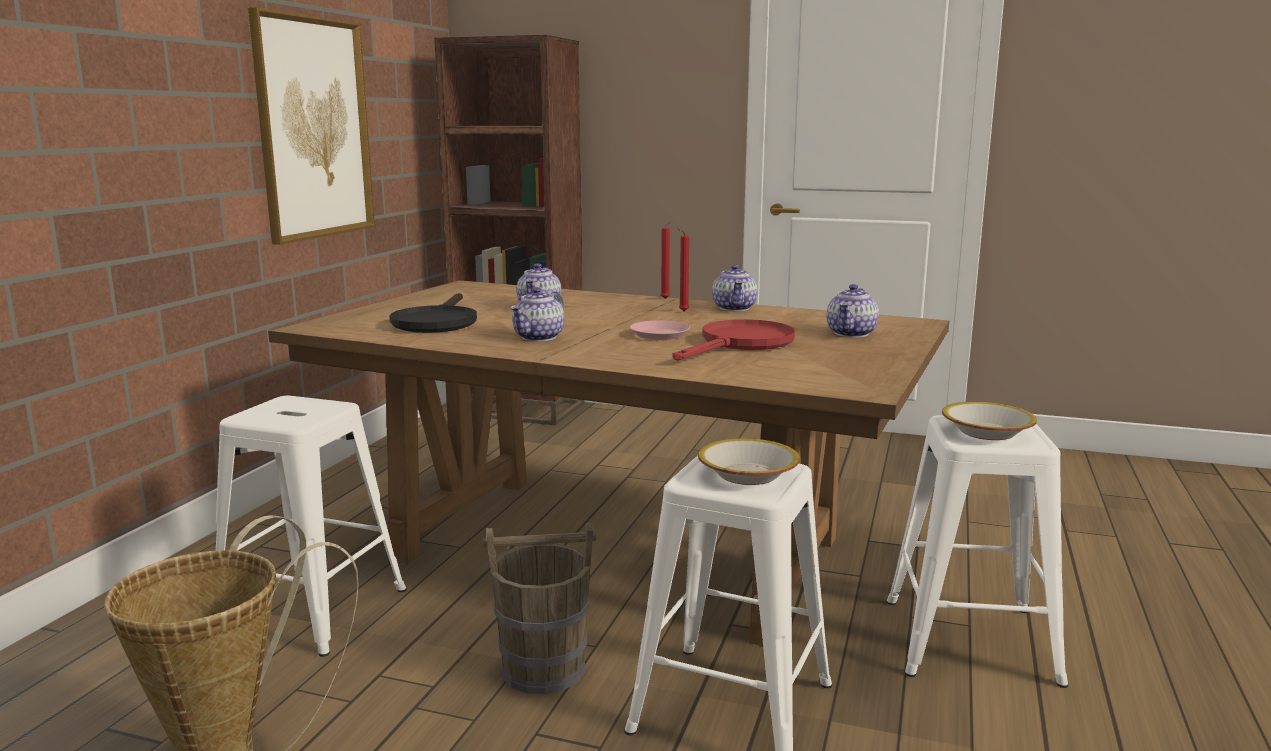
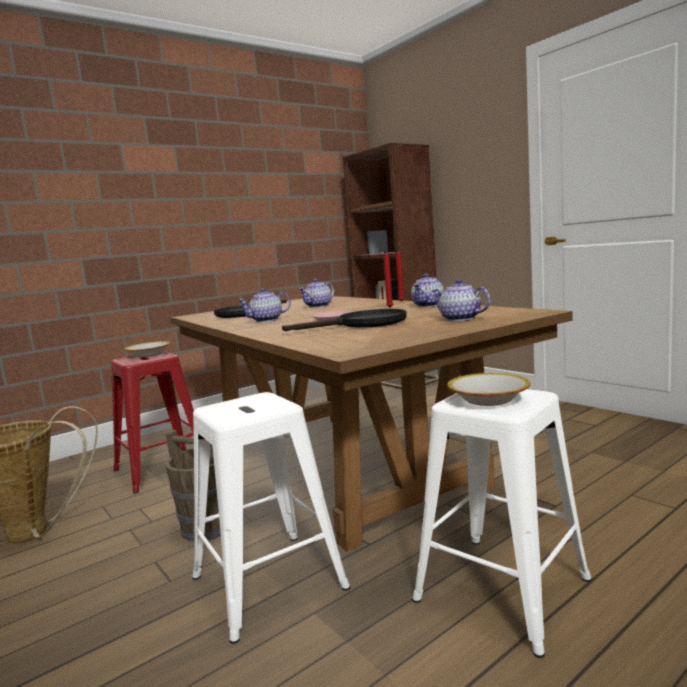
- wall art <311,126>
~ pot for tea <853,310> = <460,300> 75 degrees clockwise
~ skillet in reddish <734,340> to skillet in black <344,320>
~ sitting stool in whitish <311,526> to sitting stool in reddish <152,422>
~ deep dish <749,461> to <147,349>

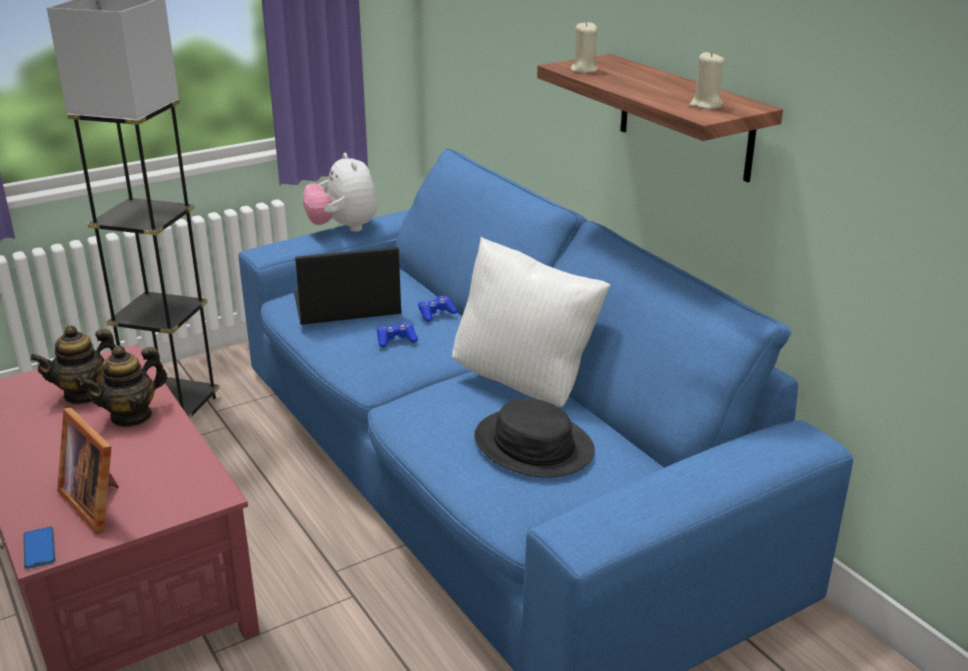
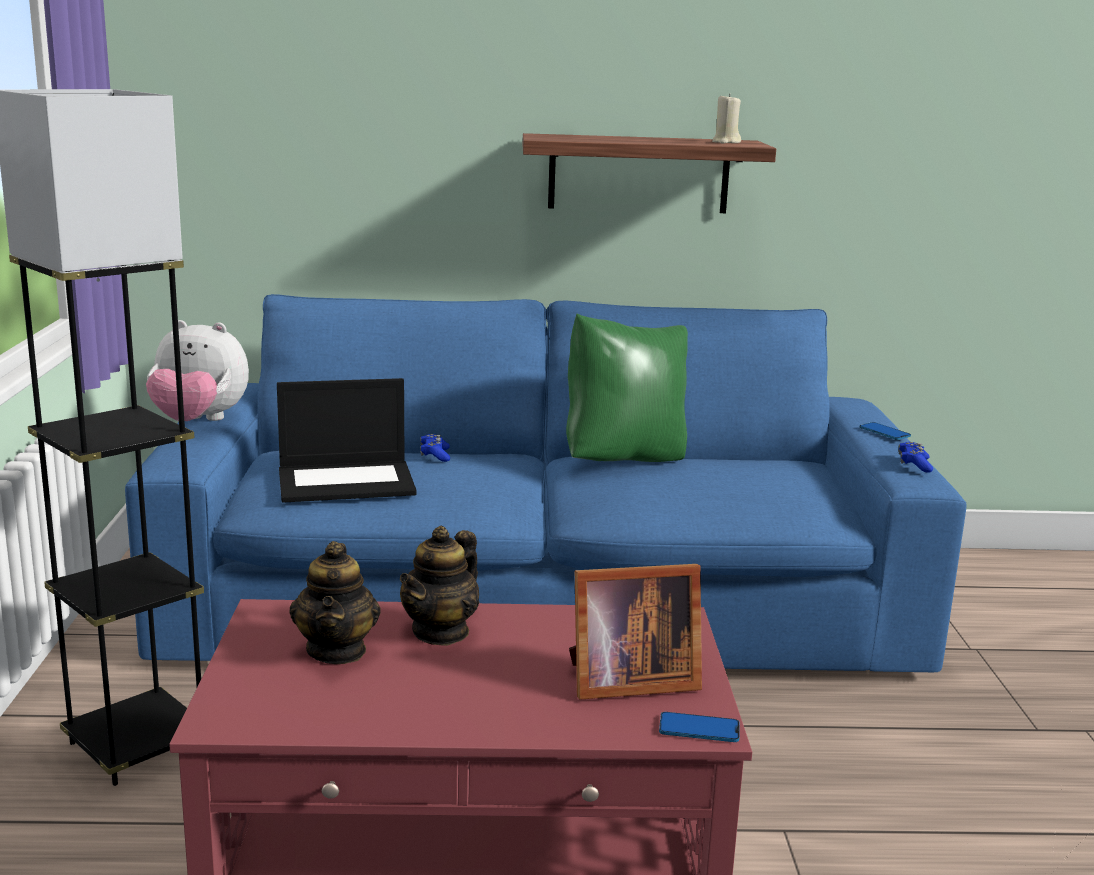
- candle in sand-coloured <584,47>
~ cushion in whitish <531,322> to cushion in green <627,388>
~ laptop <348,286> = <347,440> 120 degrees counterclockwise
~ joypad in blue <397,335> to <915,457>
~ pot for tea <123,387> = <439,586> 45 degrees clockwise
- wearable hat in black <534,438>
+ handset <885,431>

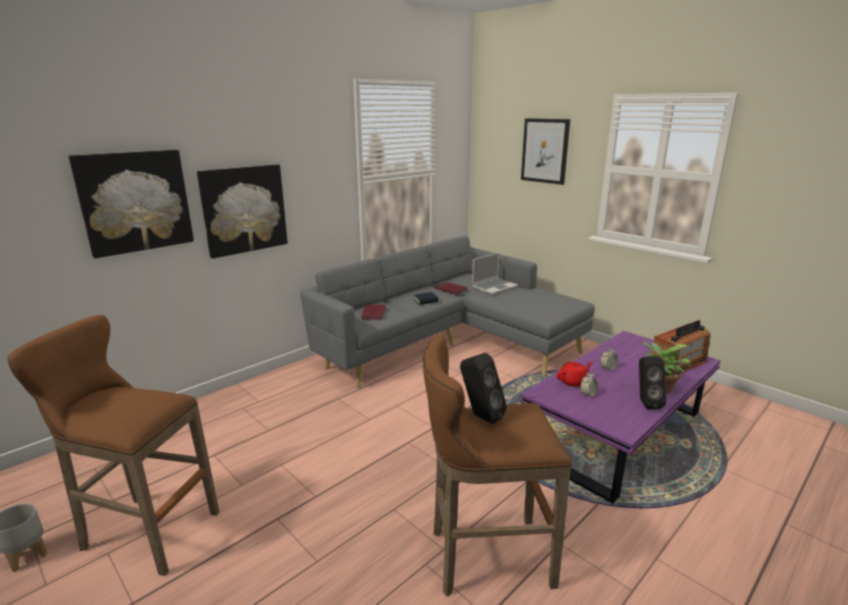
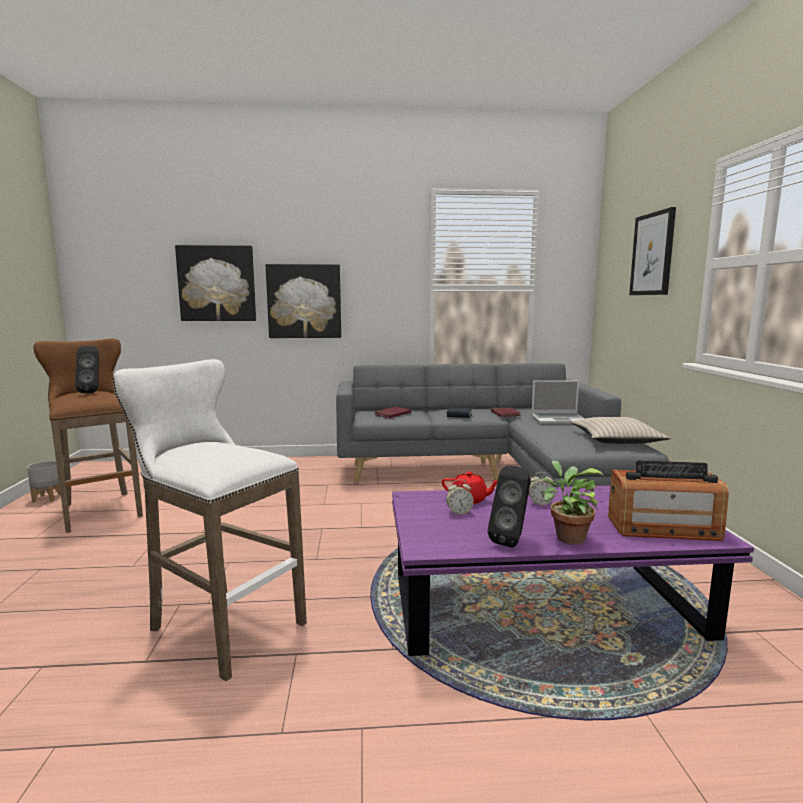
~ sitting stool in brown-coloured <497,465> to sitting stool in whitish <209,520>
~ audio speaker in black <483,388> to <87,369>
+ cushion in sand-coloured <621,430>

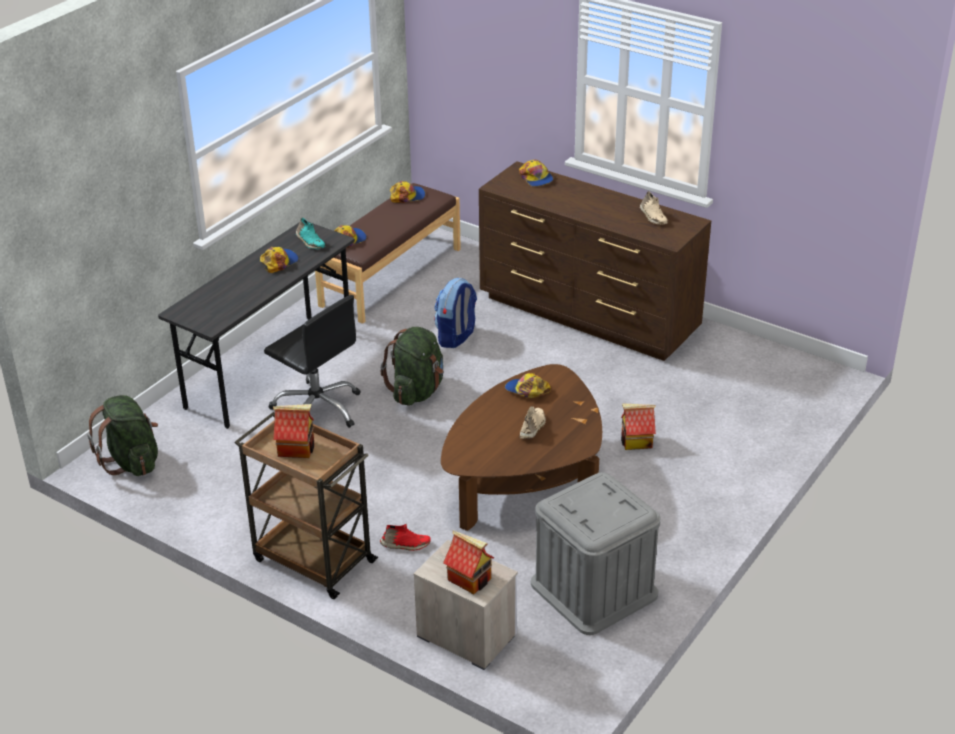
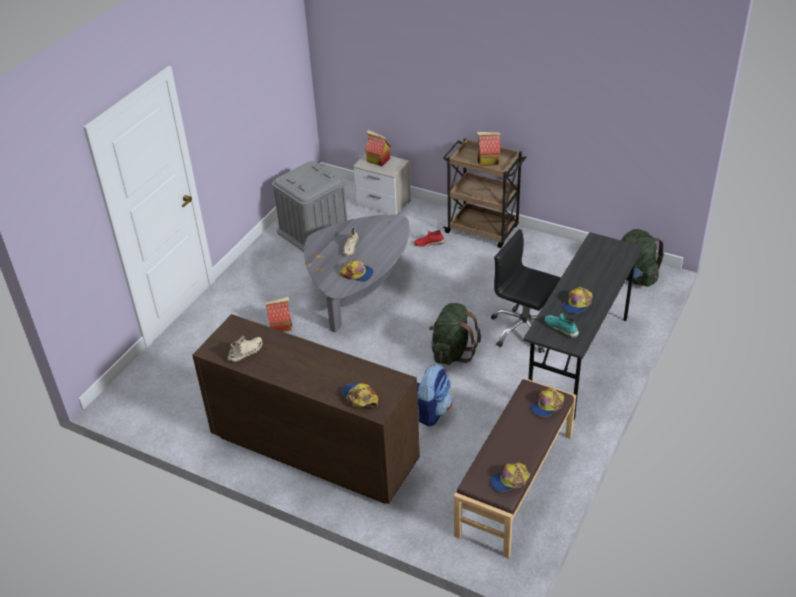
~ shoe in sand-coloured <654,208> = <245,349> 75 degrees clockwise
~ low table in brown-coloured <521,447> to low table in grey <357,273>

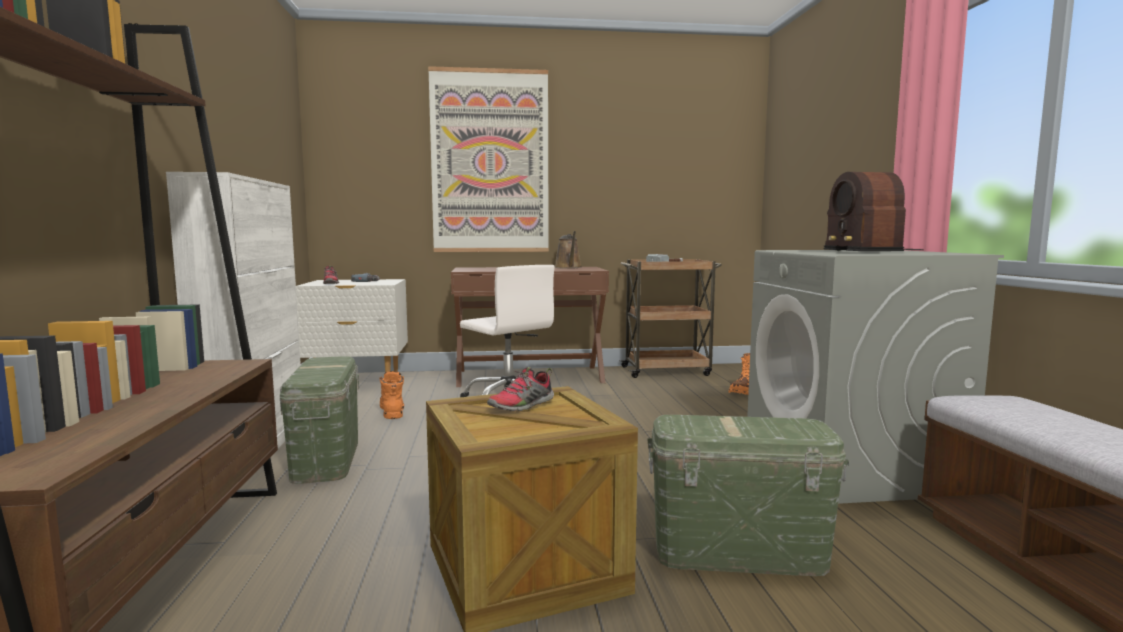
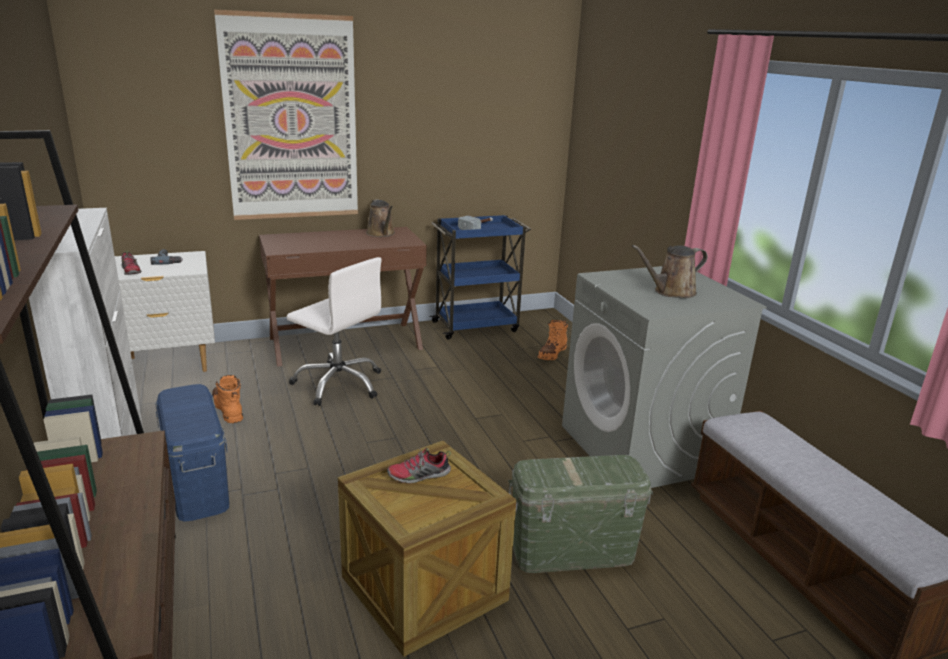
~ radio receiver <873,211> to watering pot in brown-coloured <670,271>
~ trolley in brown-coloured <670,318> to trolley in blue <480,277>
~ storage bin in green <319,420> to storage bin in blue <192,453>
~ shoe <520,389> = <419,465> 45 degrees clockwise

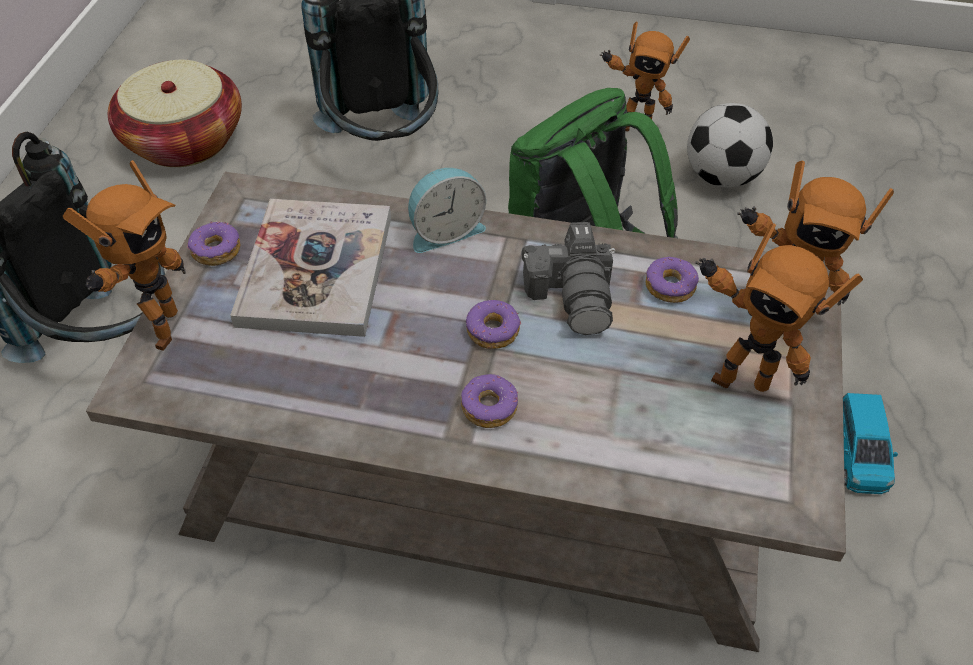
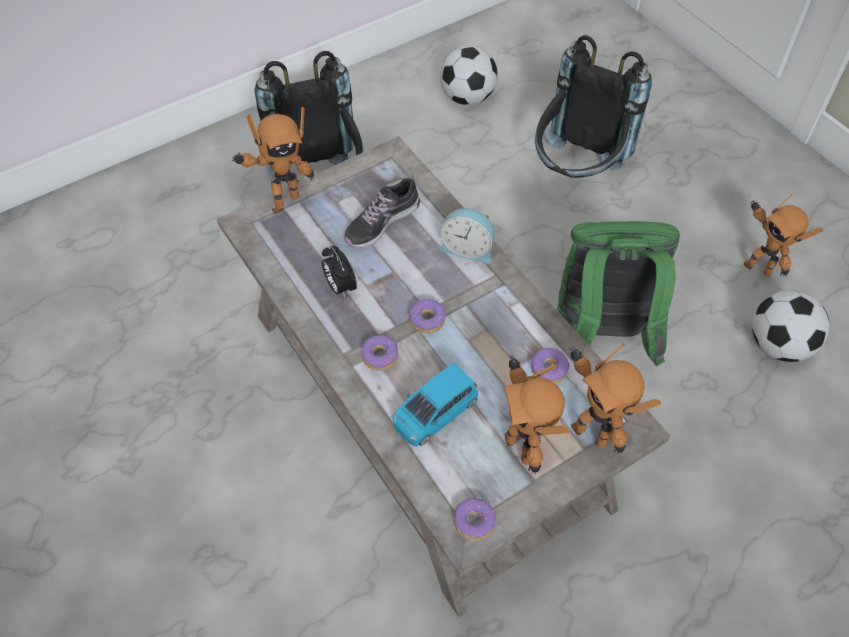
~ household basket <175,113> to football <469,75>
~ volume <310,268> to shoe <382,211>
~ ring doughnut <213,243> to <475,519>
- still camera <568,278>
~ toy car in blue <870,443> to <435,405>
+ alarm clock <339,272>

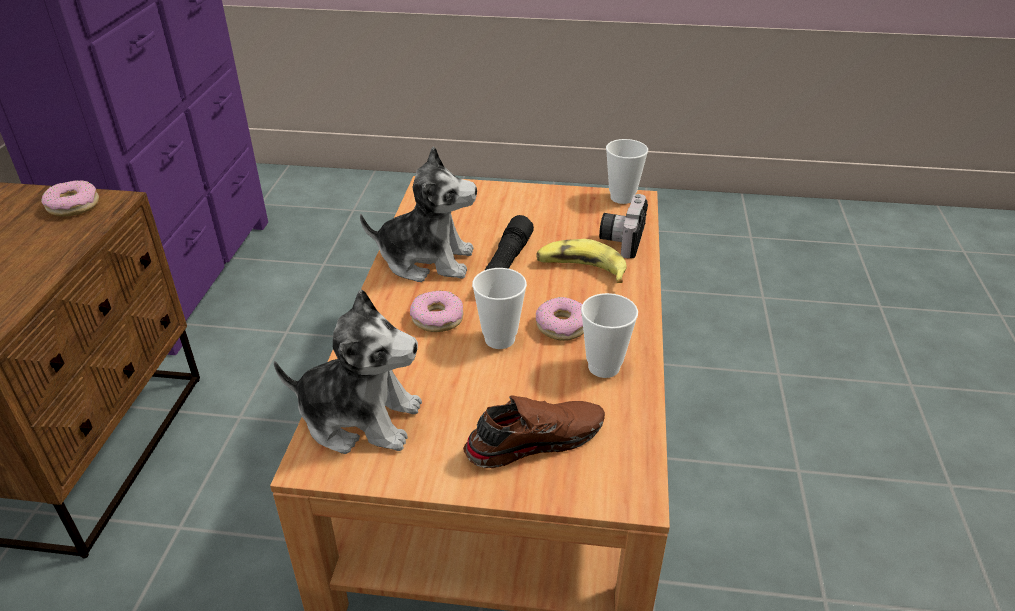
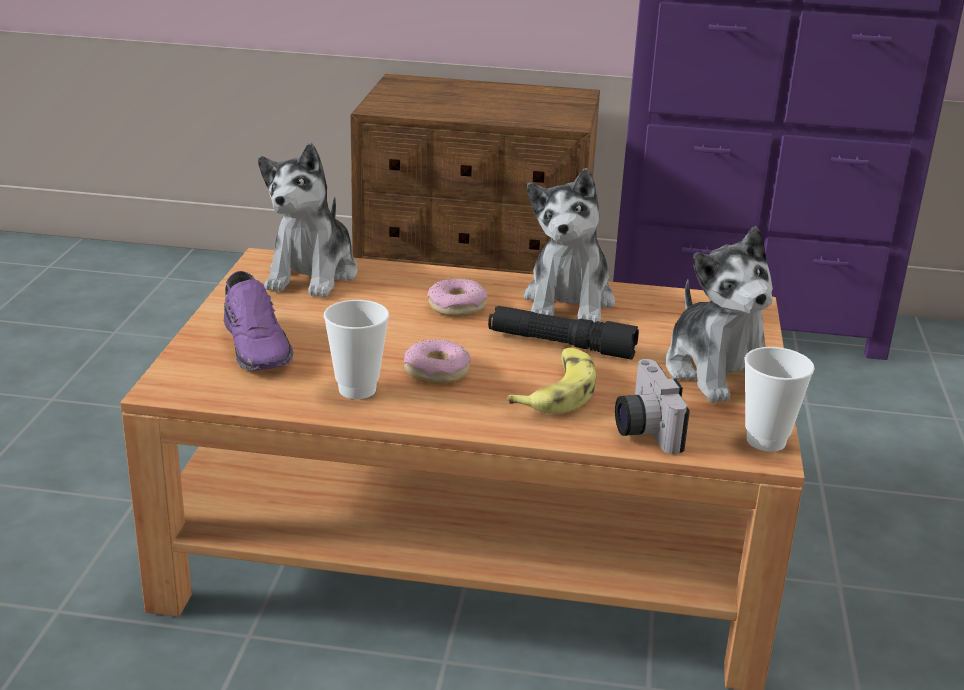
- ring doughnut <70,198>
~ still camera <623,226> = <652,406> 120 degrees counterclockwise
- small cup <499,308>
~ shoe in brown-coloured <534,431> to shoe in purplish <258,321>
+ soft toy <719,314>

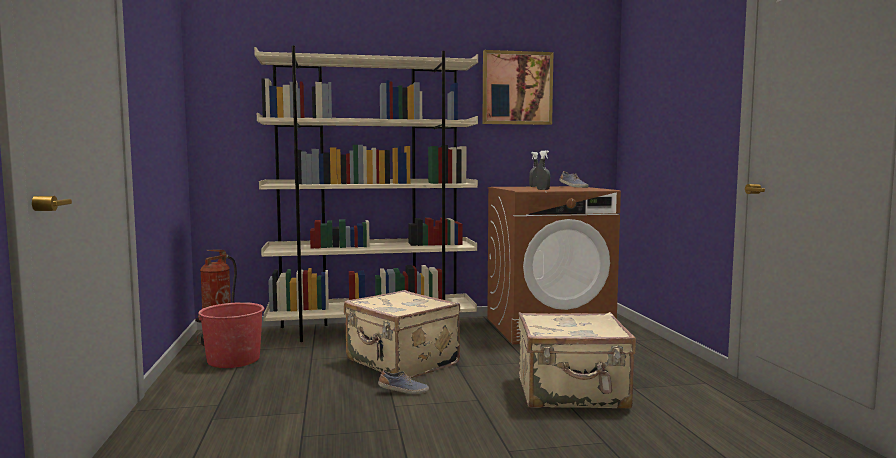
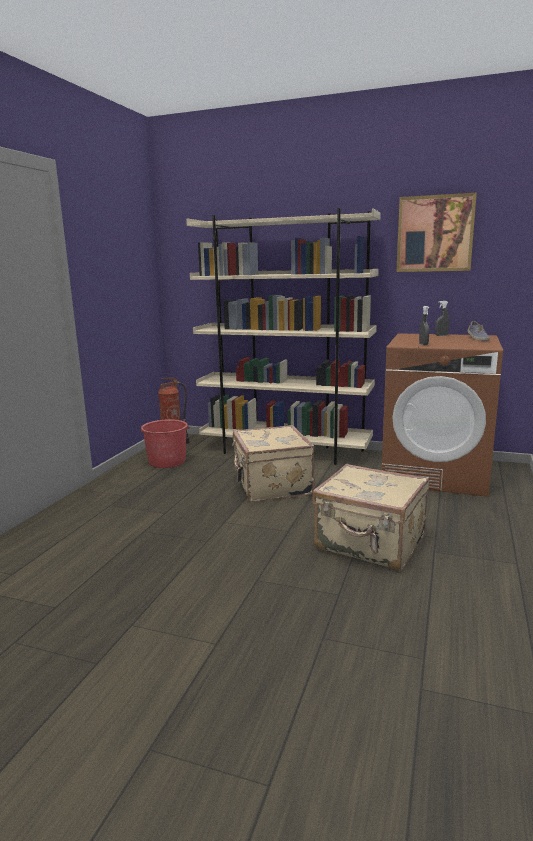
- shoe <403,382>

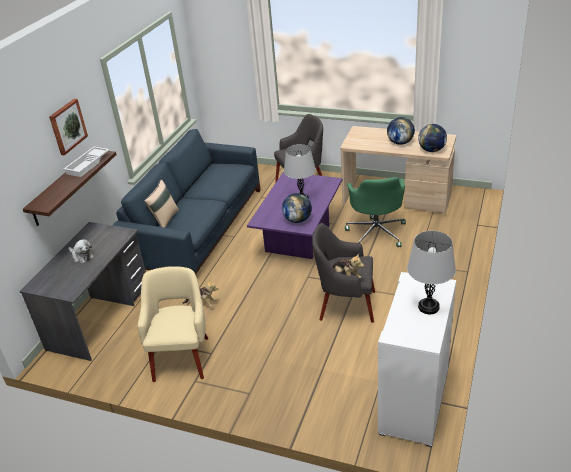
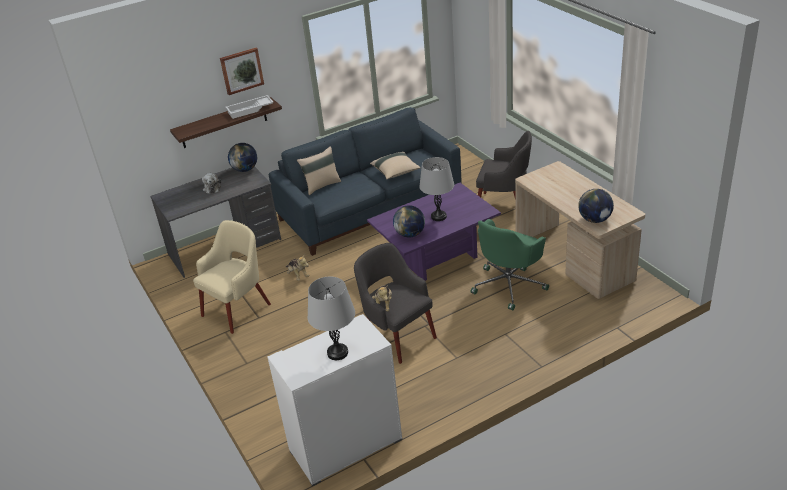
~ globe <401,131> to <242,157>
+ cushion in sand-coloured <395,165>

